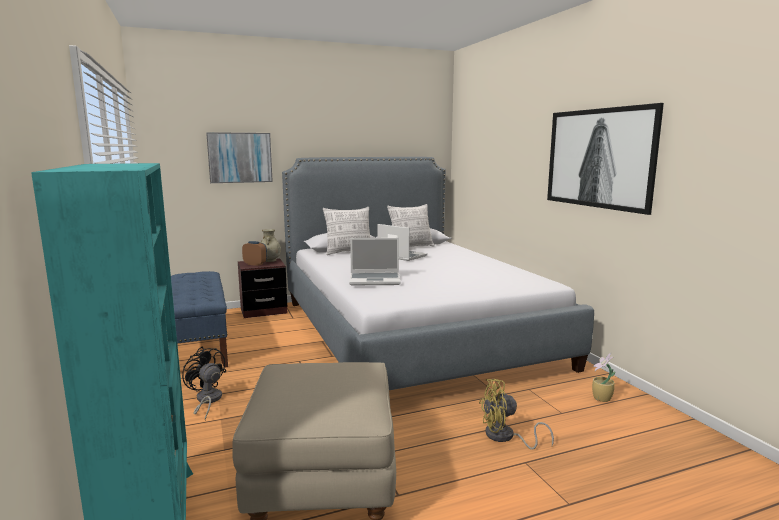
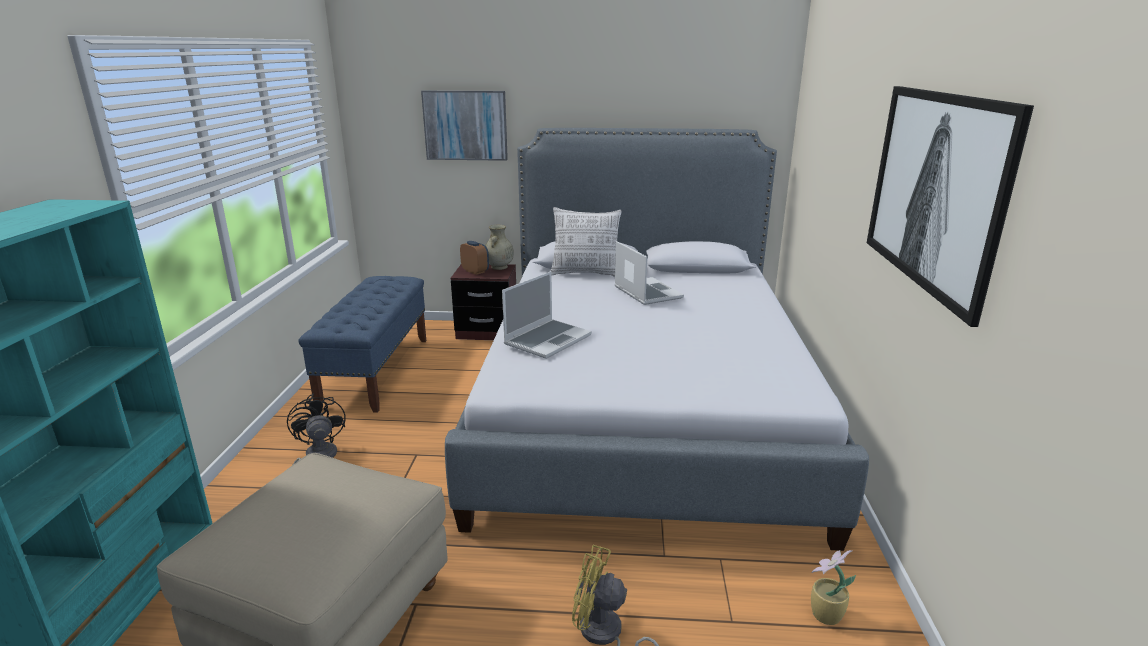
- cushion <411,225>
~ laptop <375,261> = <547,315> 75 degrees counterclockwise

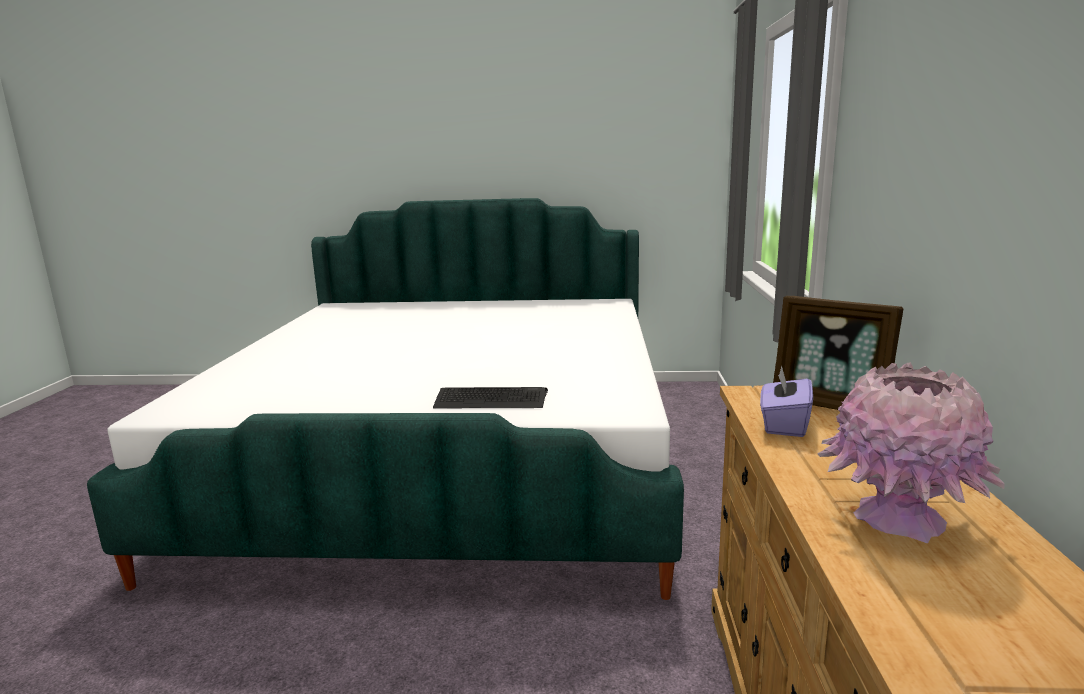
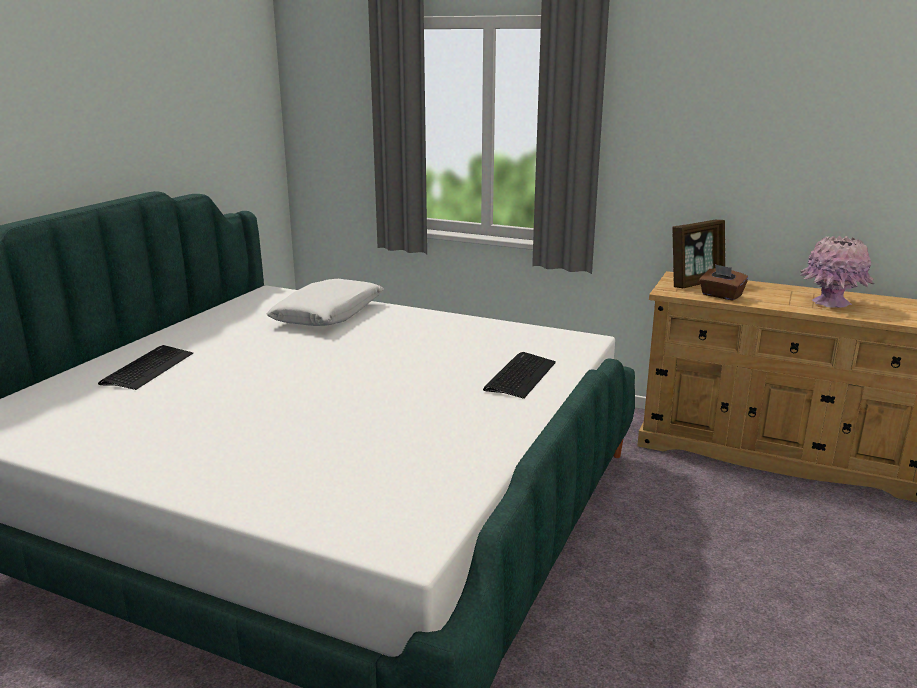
~ tissue box in purplish <786,401> to tissue box in brown-coloured <723,282>
+ cushion in whitish <325,302>
+ computer keyboard <145,367>

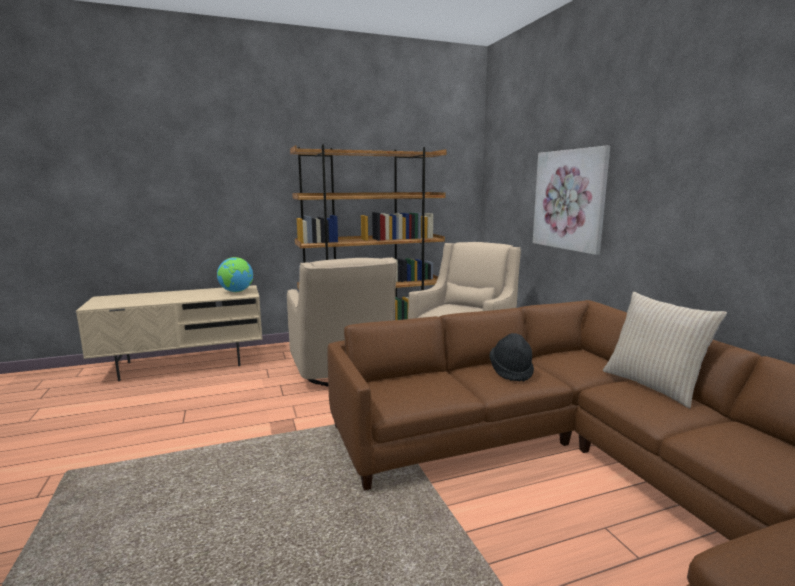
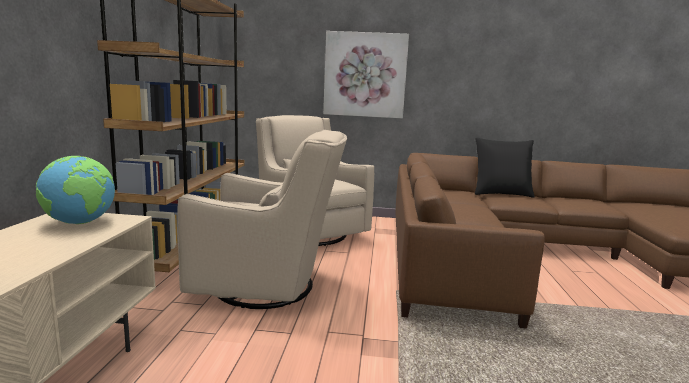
~ cushion in sand-coloured <665,350> to cushion in black <505,168>
- wearable hat in black <511,357>

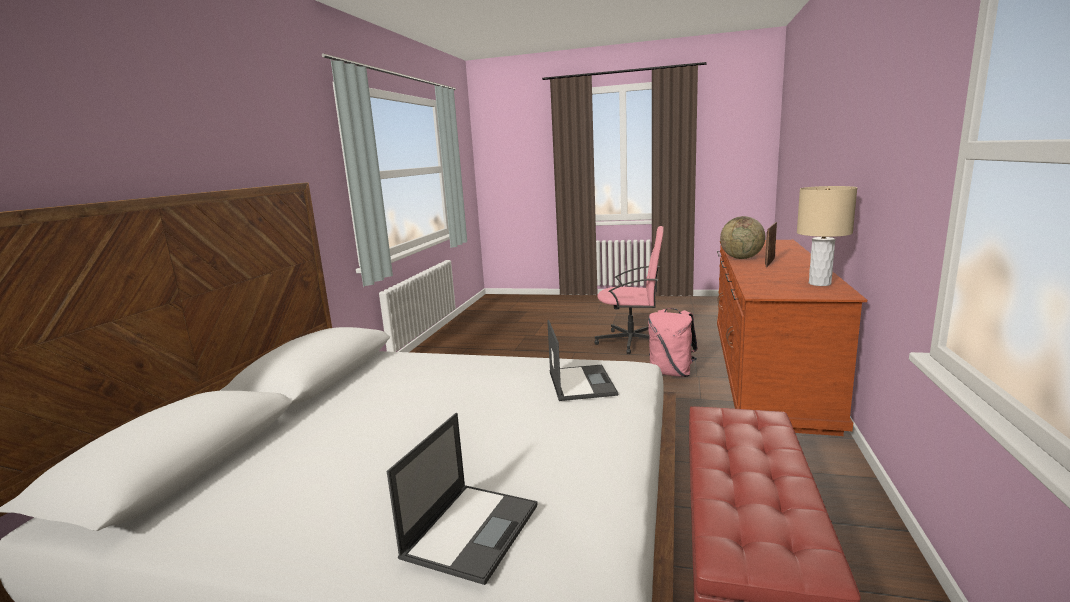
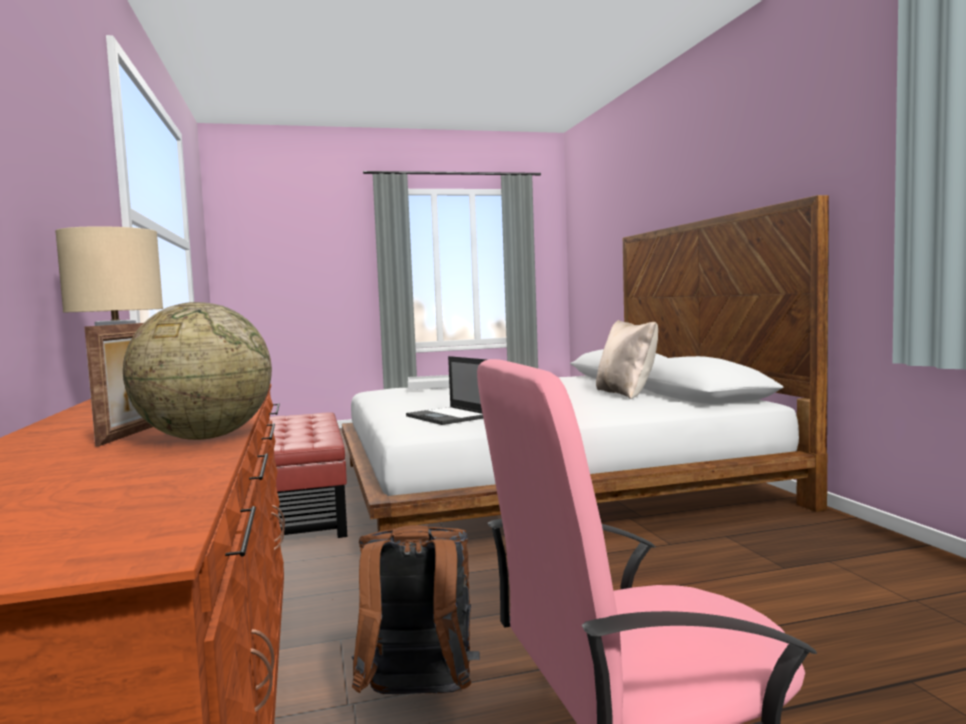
~ backpack in pink <673,342> to backpack in brown-coloured <416,609>
~ laptop <462,499> to carrying tray in whitish <429,382>
+ cushion in sand-coloured <627,359>

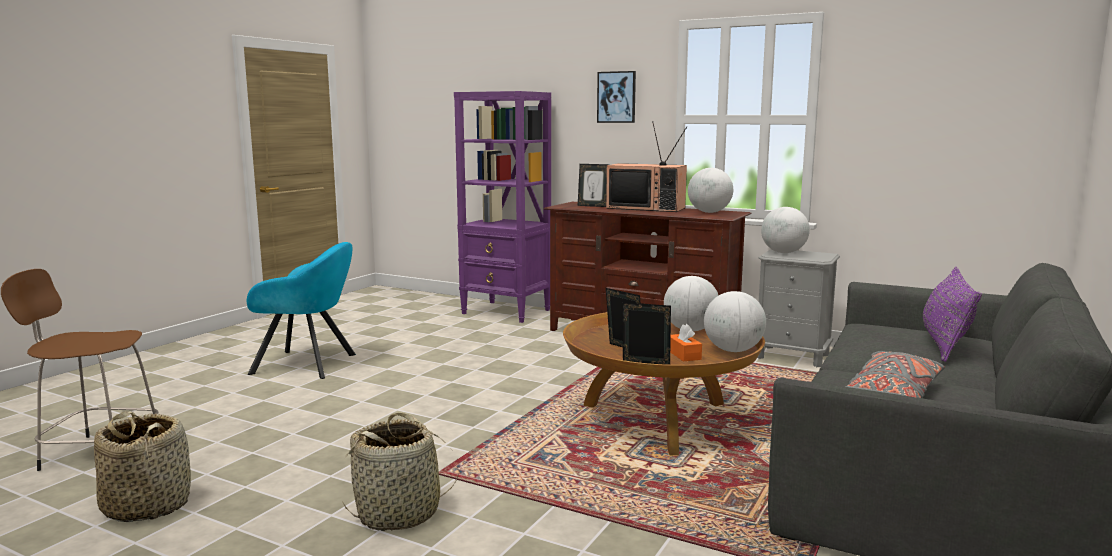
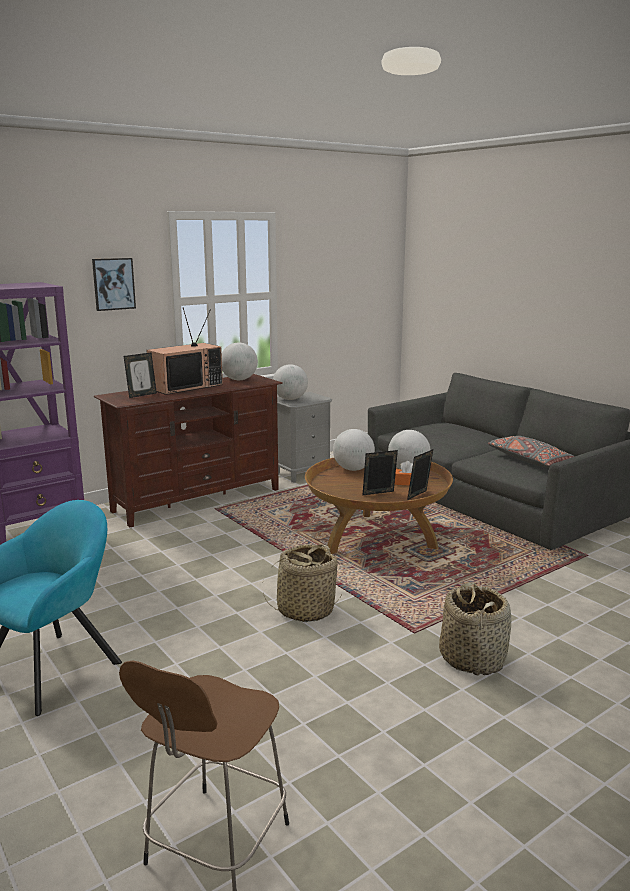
- cushion in purplish <952,314>
~ household basket <142,466> to <303,583>

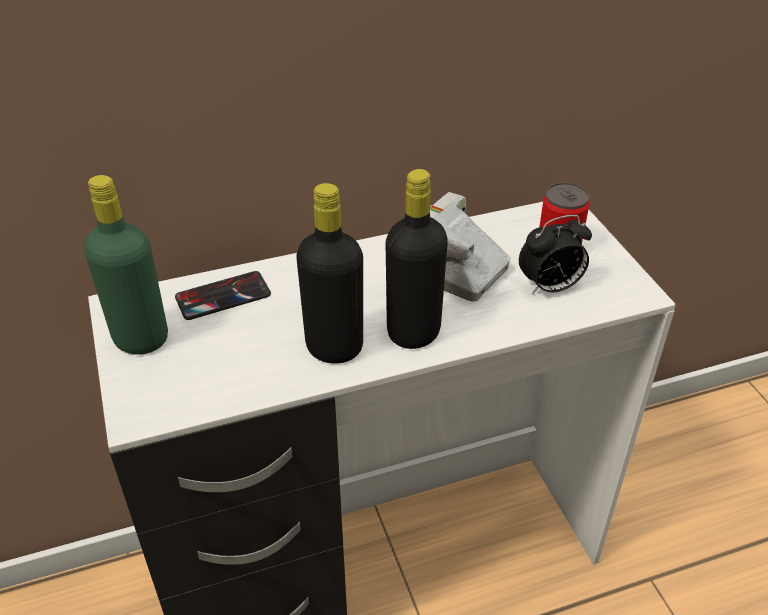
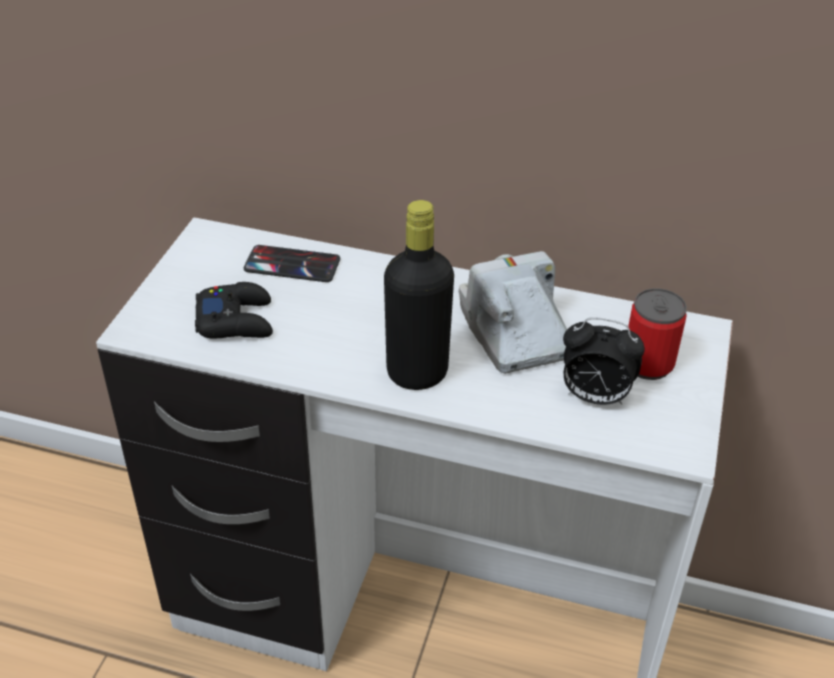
- bottle in green <126,265>
- bottle in black <329,273>
+ joypad in black <234,310>

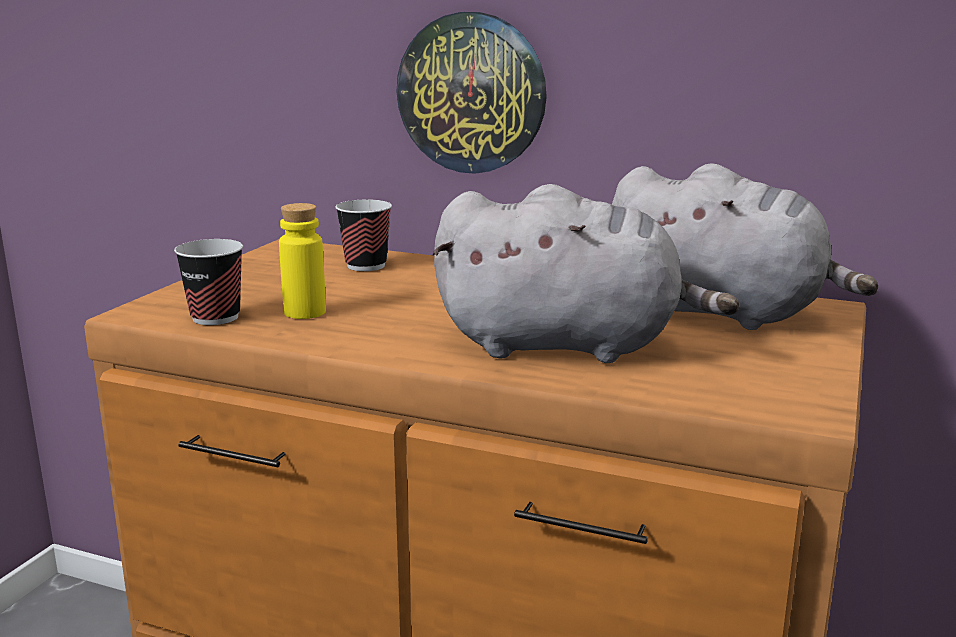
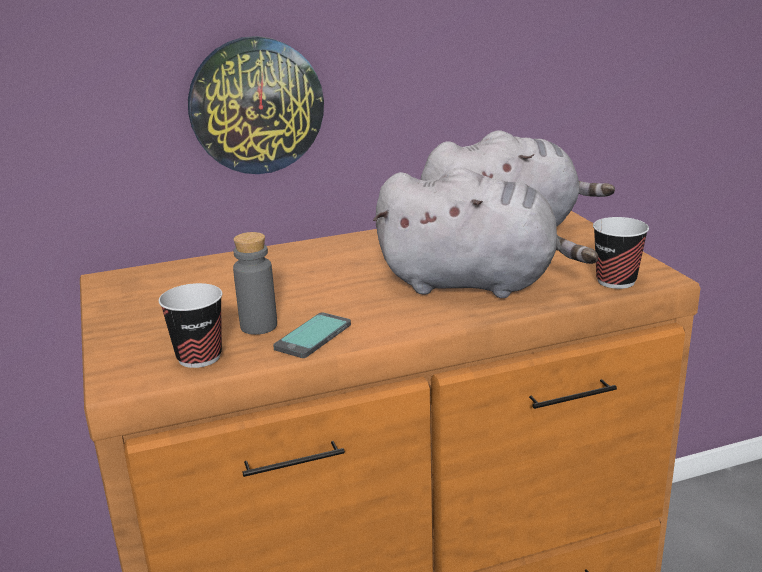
~ soft toy in grey <586,273> = <485,232> 45 degrees clockwise
~ small cup <363,235> to <621,253>
~ bottle in yellow-coloured <302,261> to bottle in grey <255,283>
+ handset <312,335>

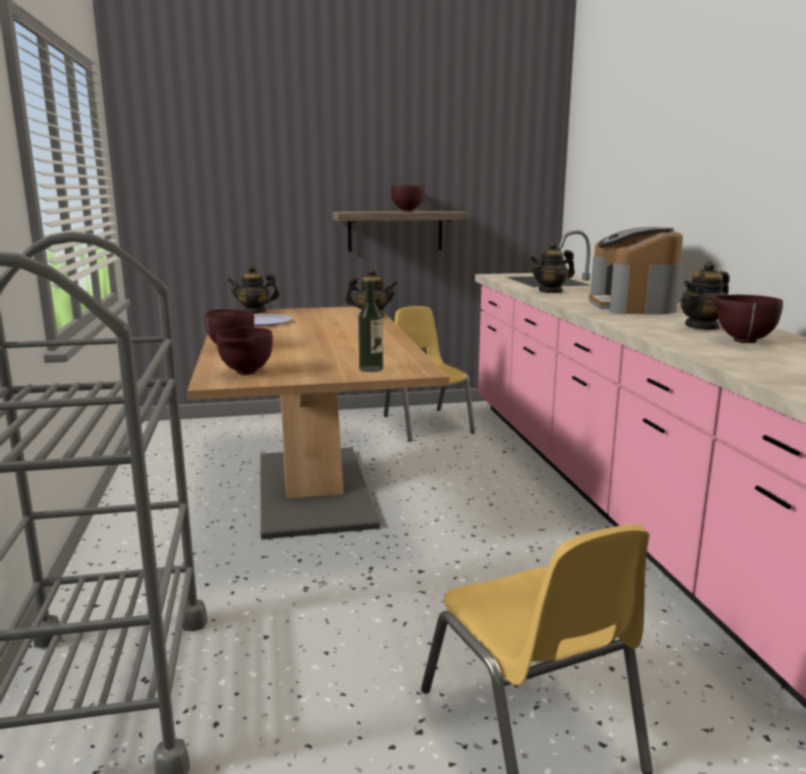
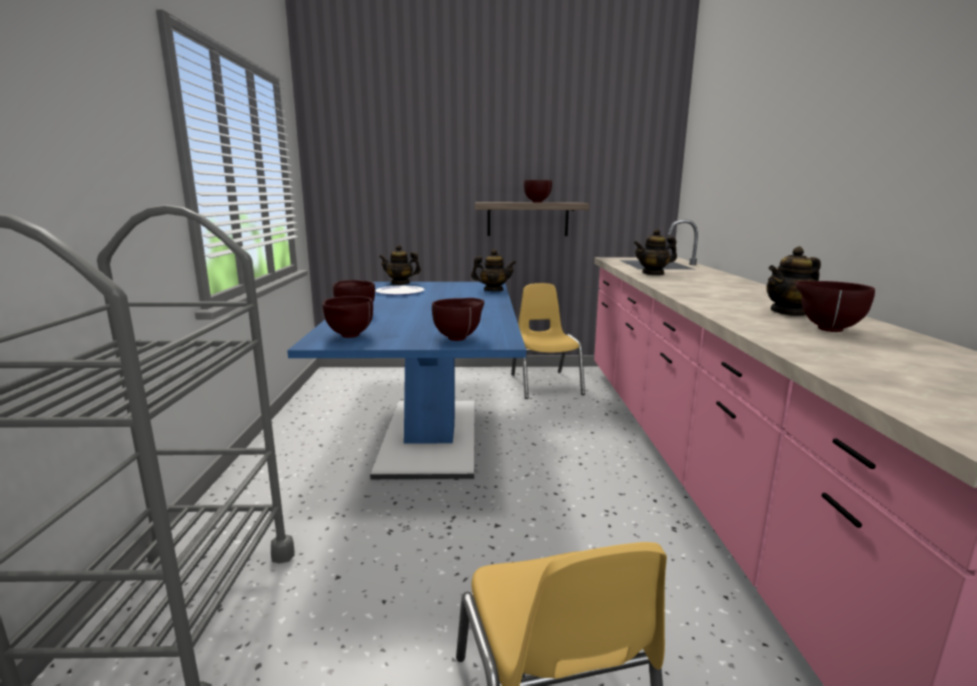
- coffee maker <636,270>
~ bottle <370,326> to deep dish in brown-coloured <458,319>
~ dinner table in brown-coloured <318,423> to dinner table in blue <406,380>

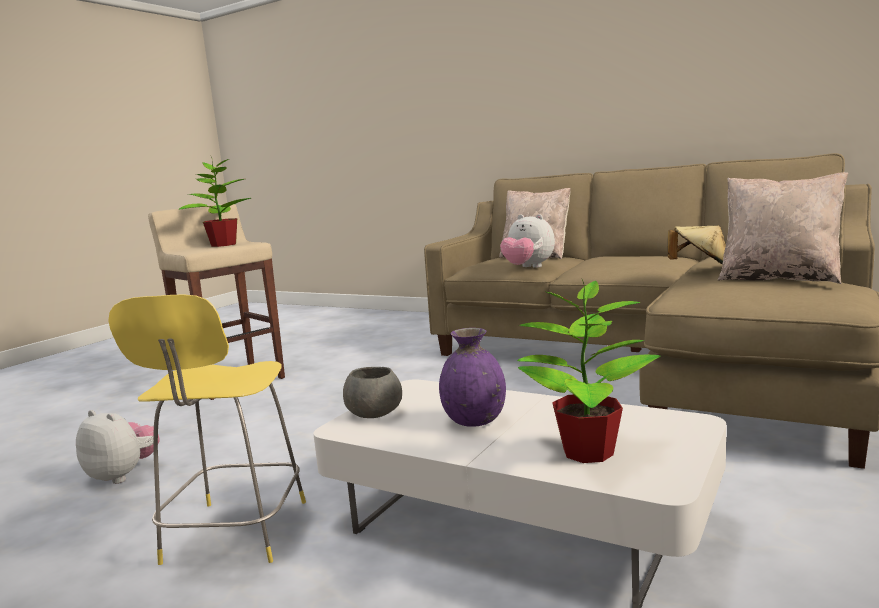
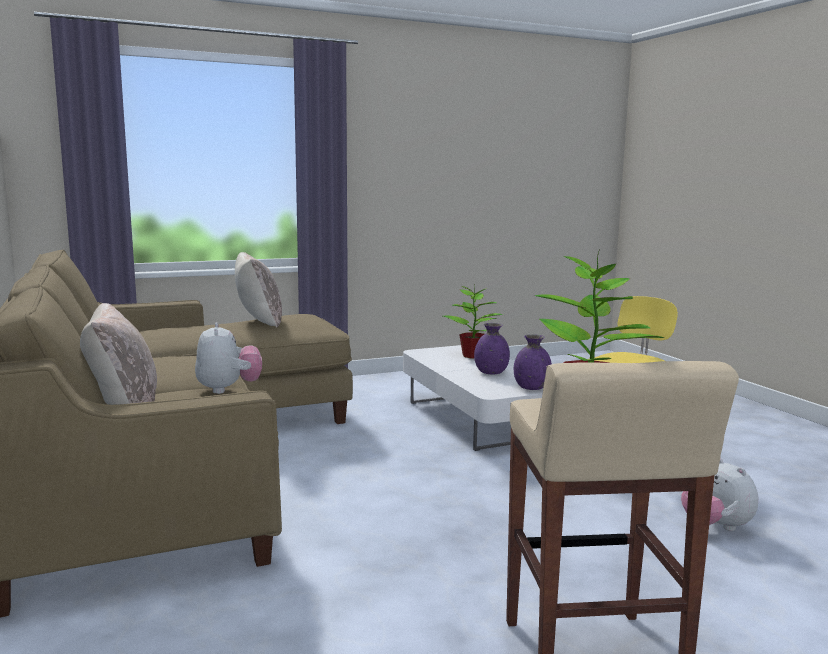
- wearable hat in sand-coloured <697,245>
~ deep dish in grey <372,392> to vase in purplish <533,362>

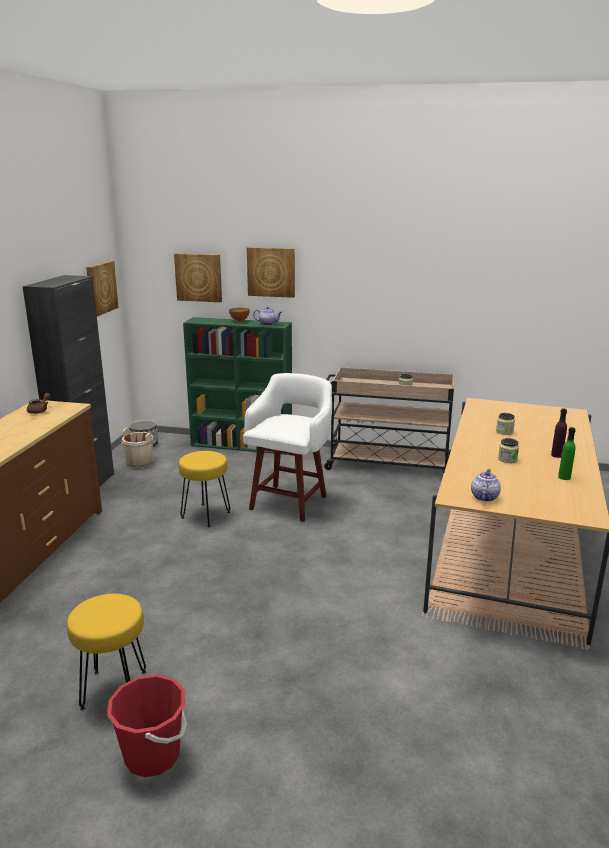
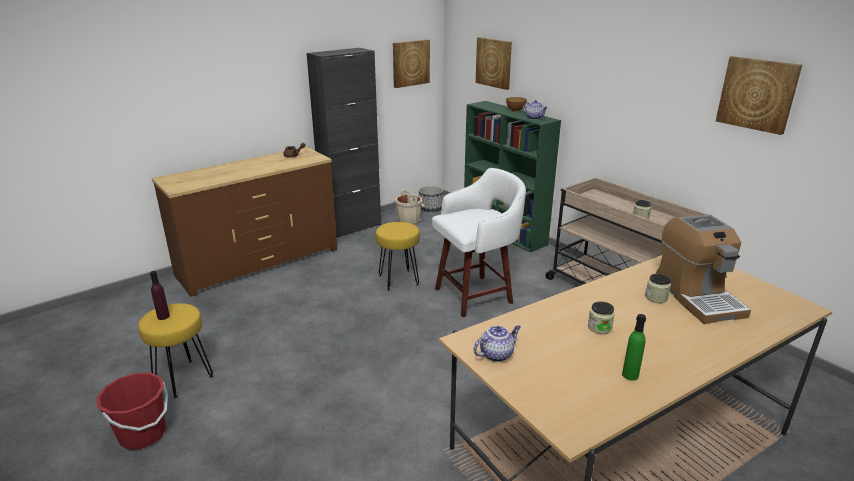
~ wall art <271,272> to <759,95>
~ bottle in purplish <559,433> to <160,295>
+ coffee maker <703,269>

